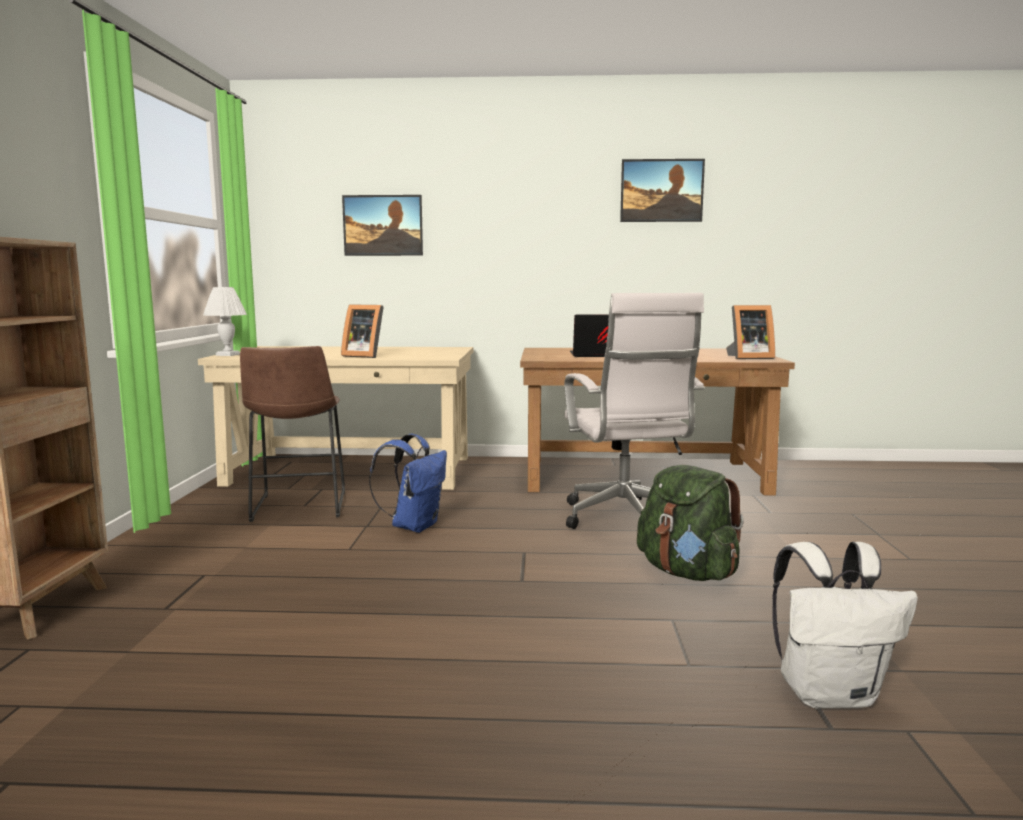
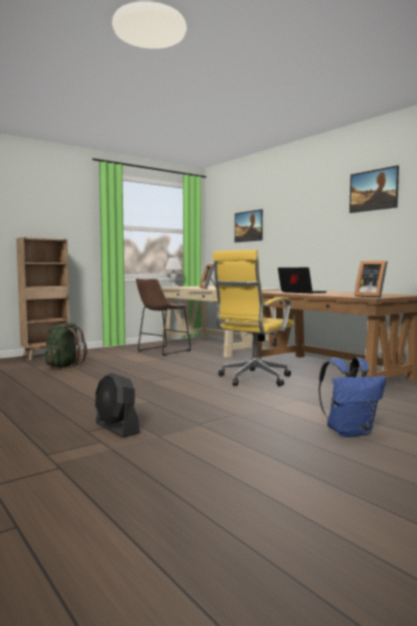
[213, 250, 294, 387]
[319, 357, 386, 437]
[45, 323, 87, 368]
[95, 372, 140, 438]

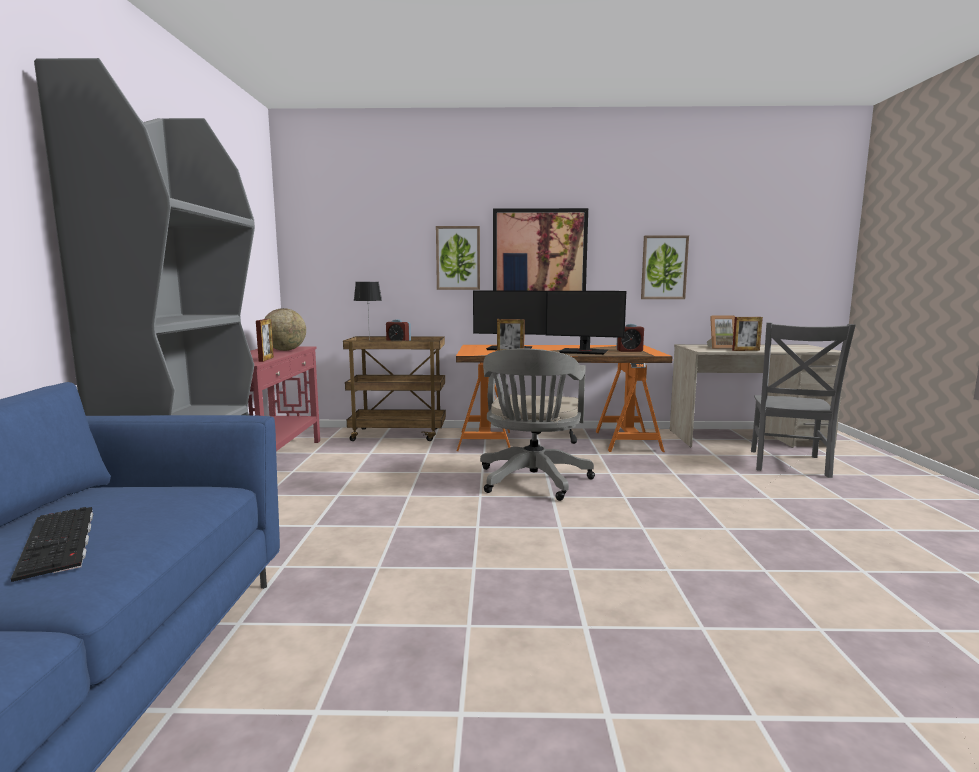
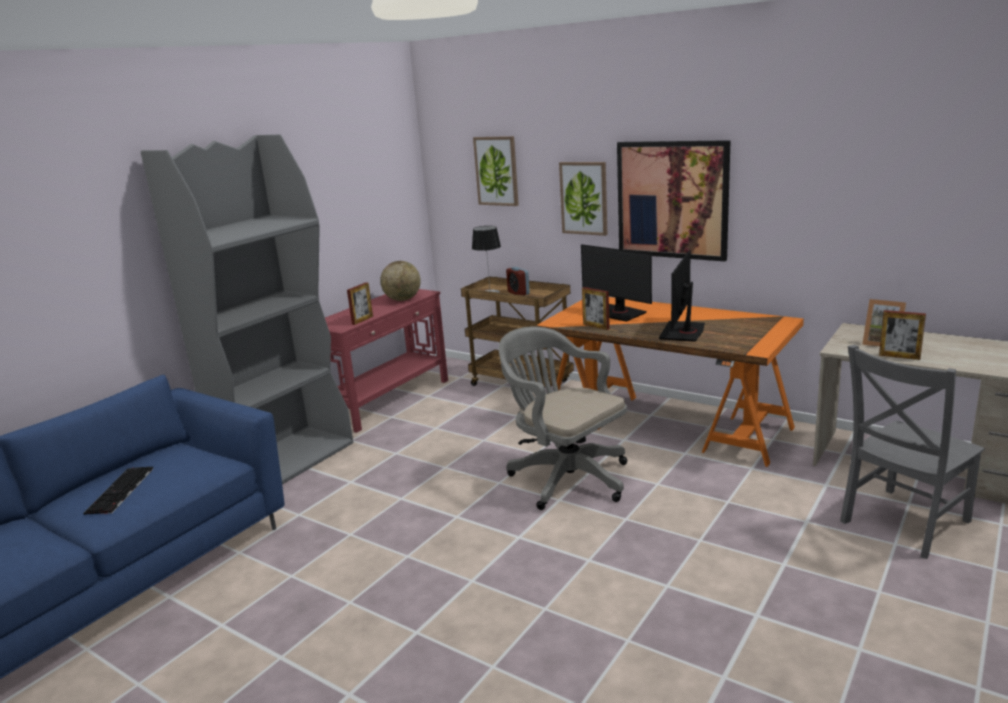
[473, 136, 519, 206]
[659, 250, 705, 342]
[616, 324, 644, 352] (first image)
[499, 326, 627, 510]

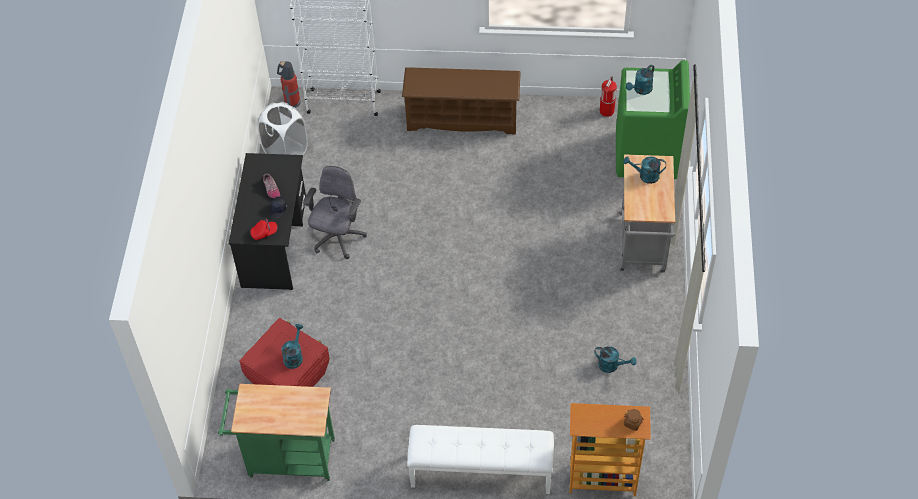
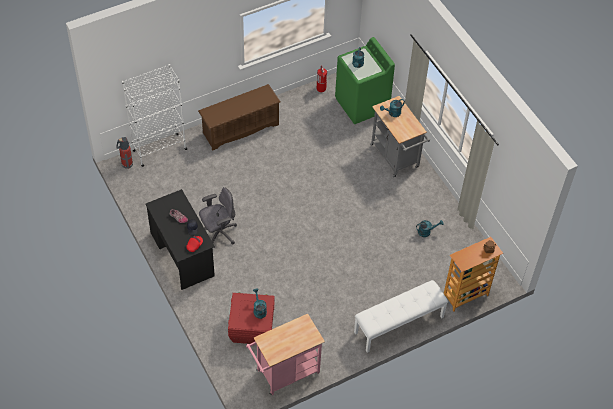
[257, 102, 308, 155] (first image)
[199, 187, 237, 244]
[246, 314, 325, 395]

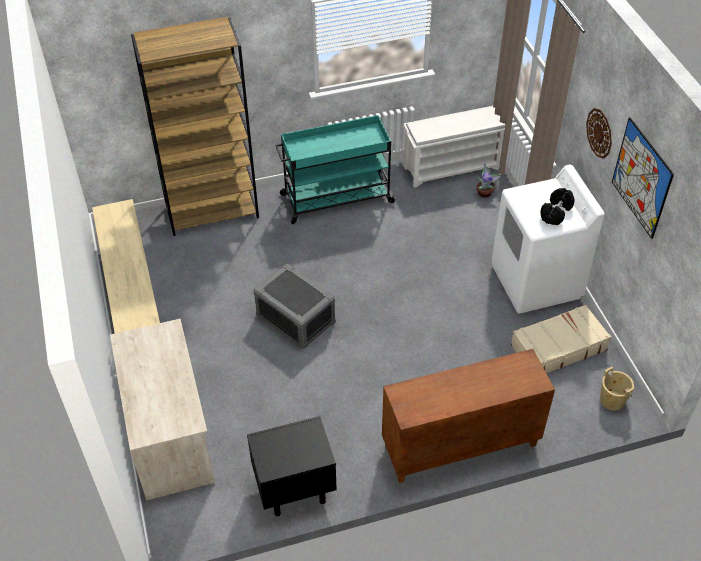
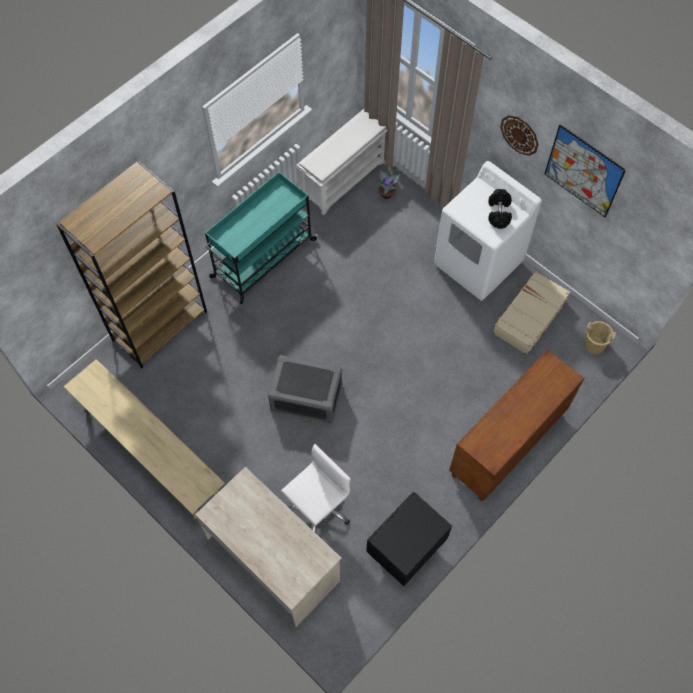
[281, 444, 351, 532]

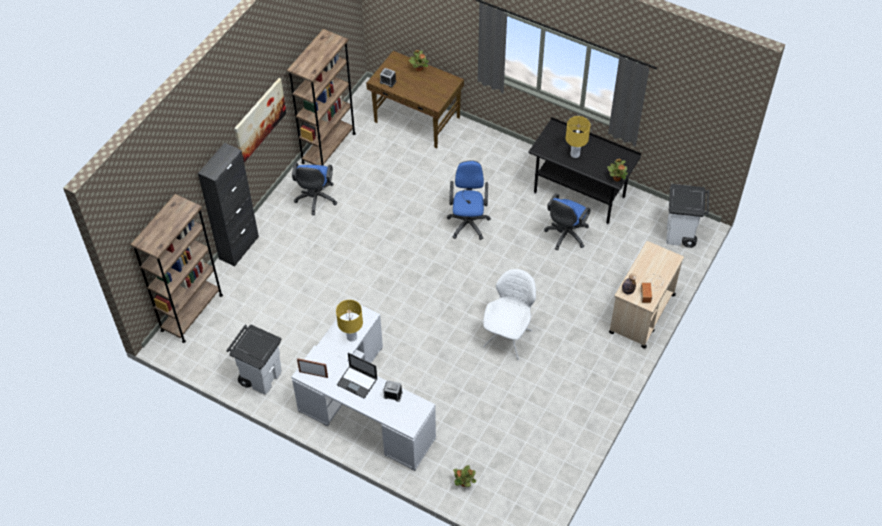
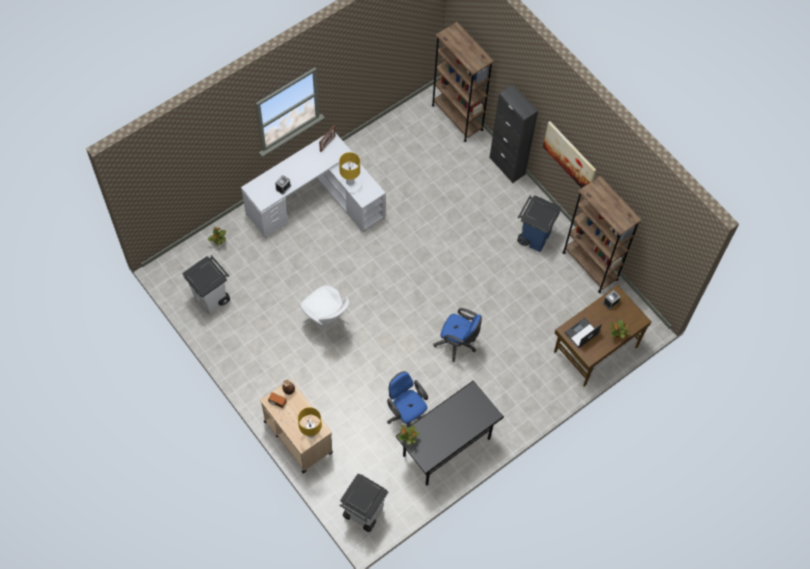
[298, 407, 322, 438]
[517, 195, 561, 252]
[182, 255, 230, 314]
[565, 318, 602, 348]

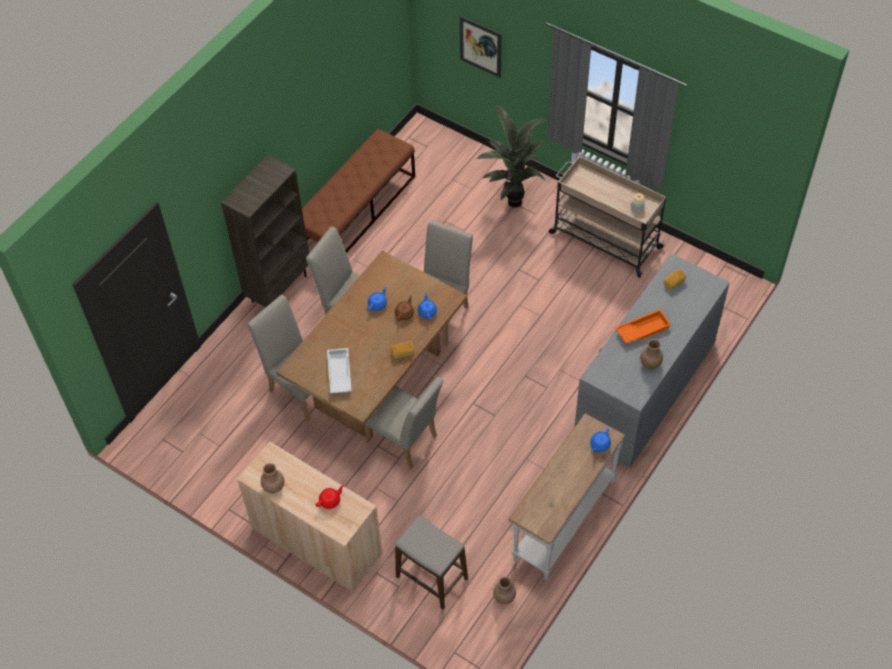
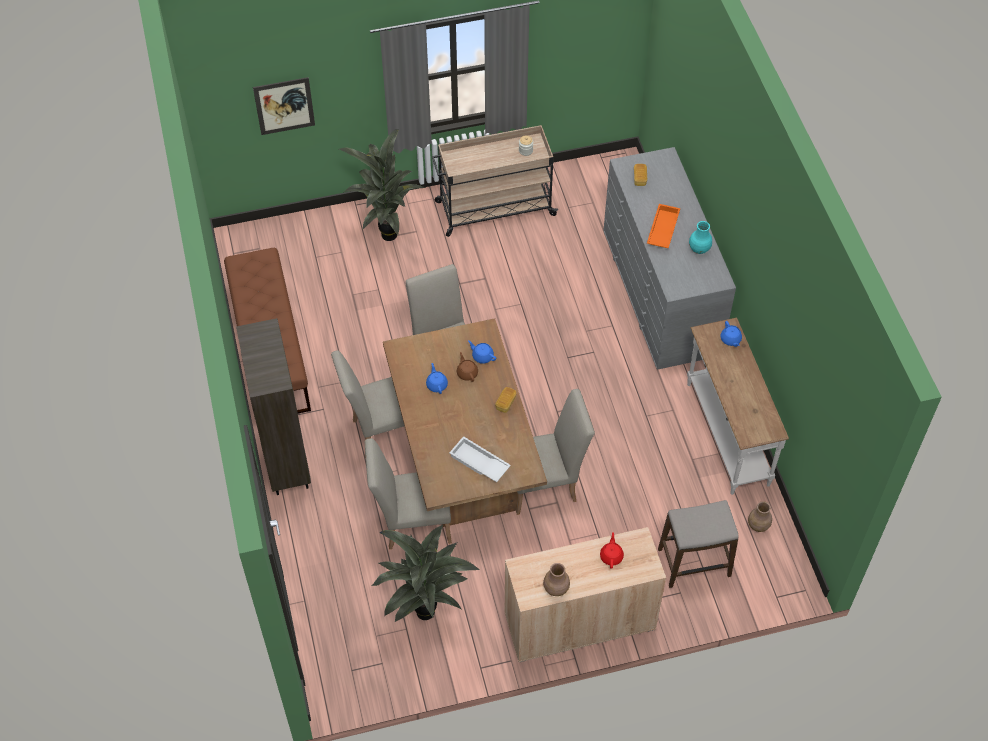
[689, 221, 712, 254]
[372, 525, 480, 622]

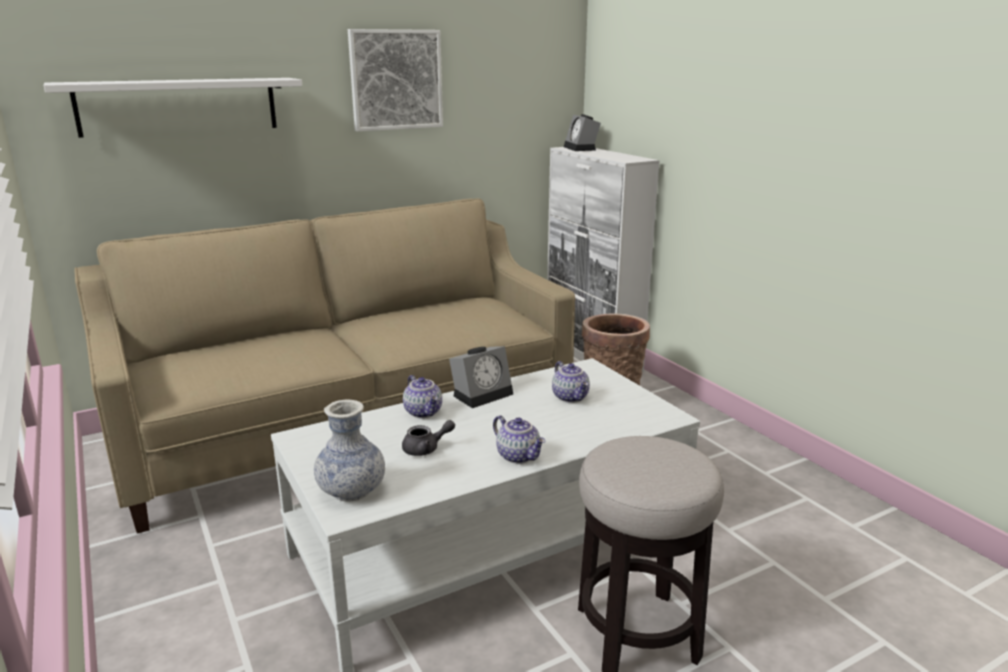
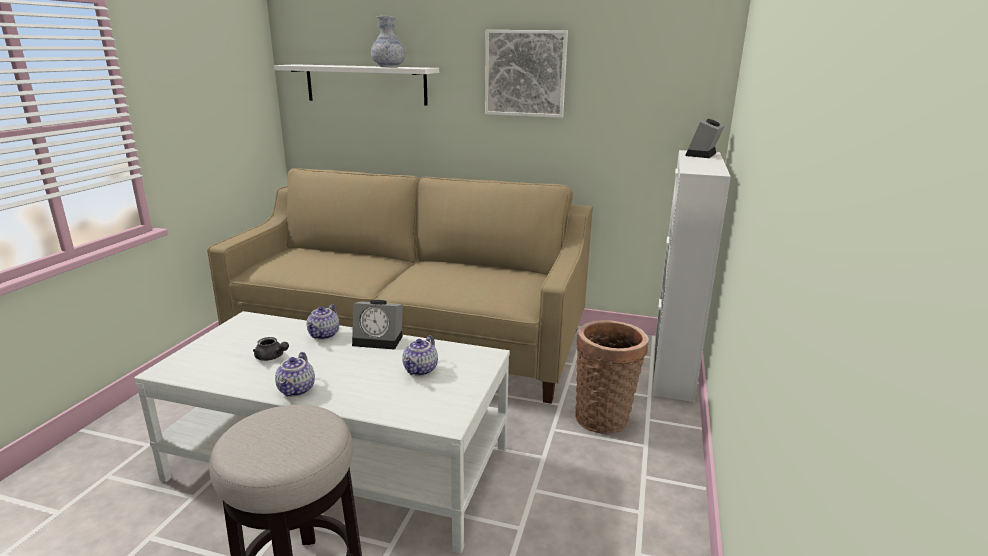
[371, 16, 406, 67]

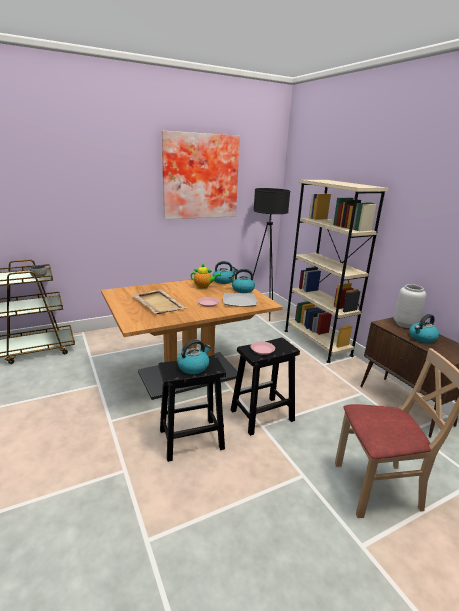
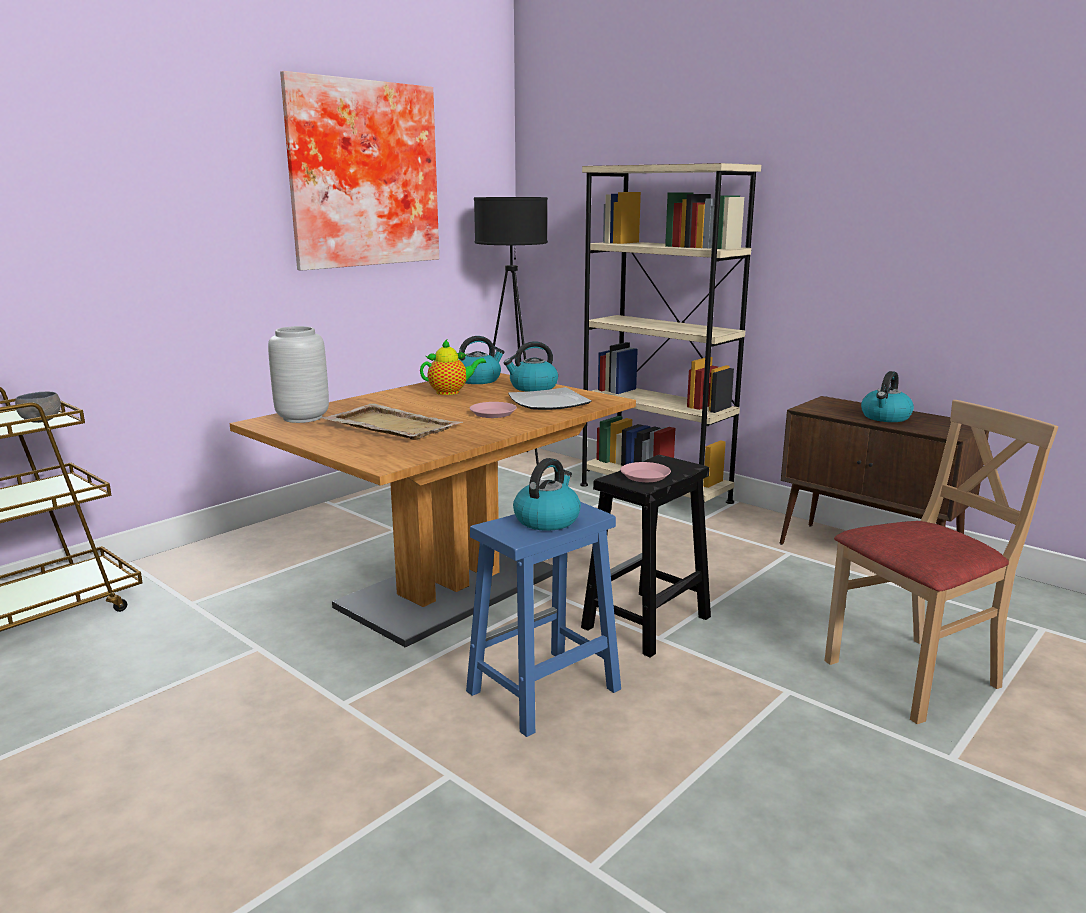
[268, 326, 329, 423]
[466, 502, 621, 737]

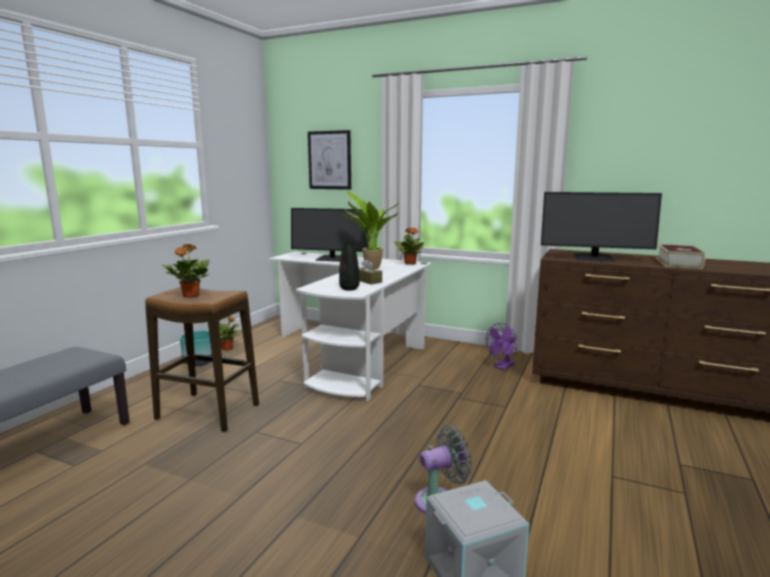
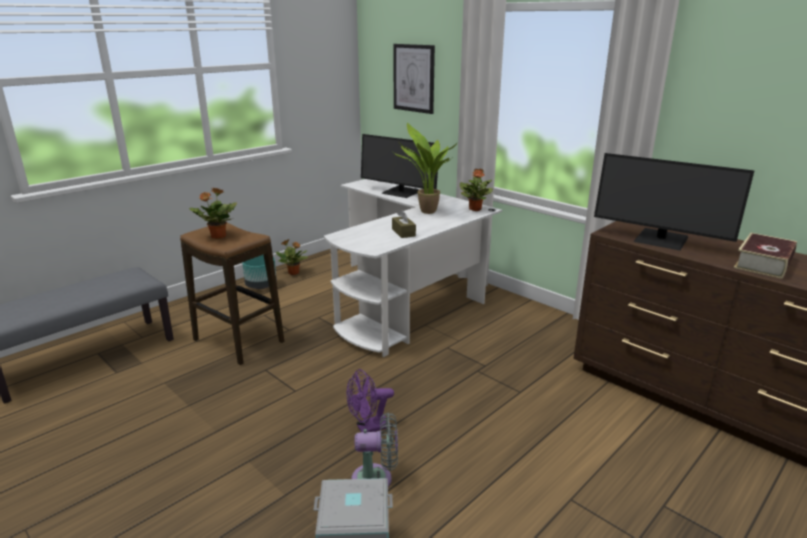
[339, 242, 359, 291] (first image)
[346, 369, 394, 432]

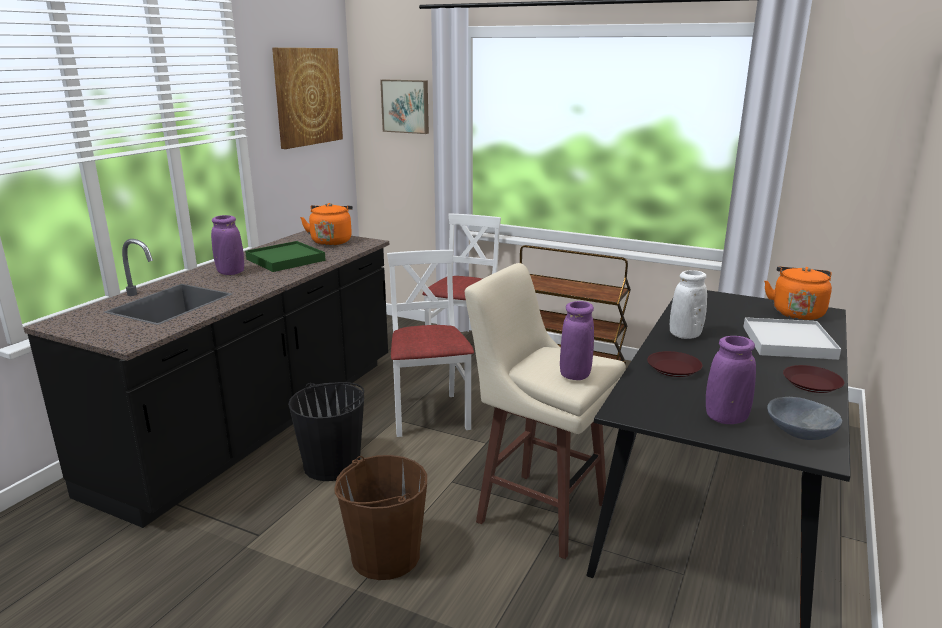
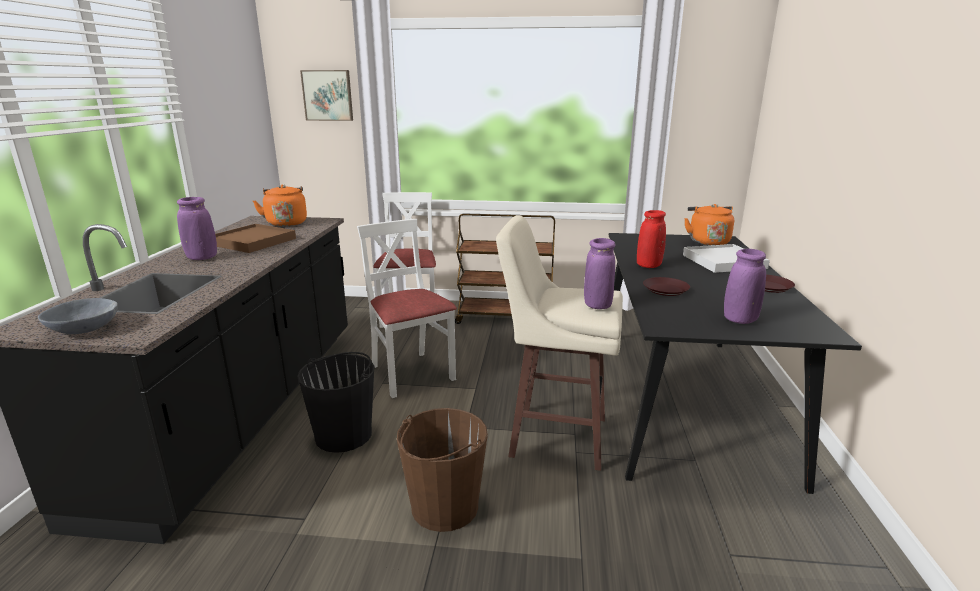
[272, 48, 343, 149] (first image)
[215, 224, 296, 253]
[637, 210, 666, 268]
[38, 298, 118, 334]

